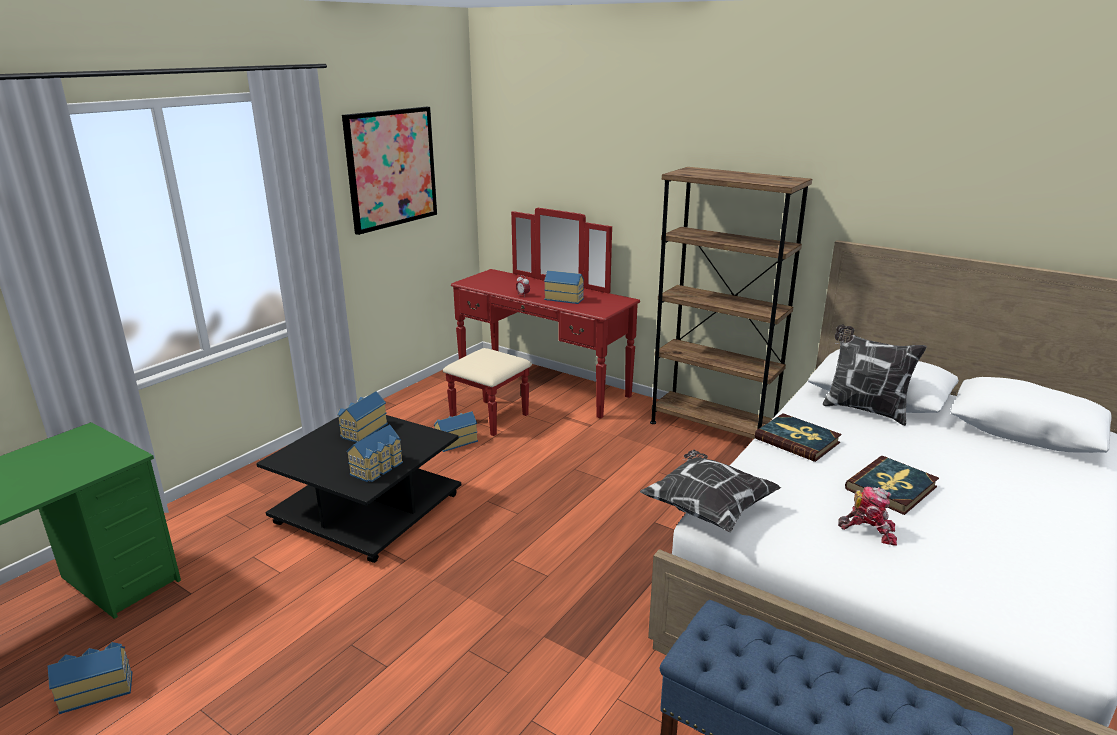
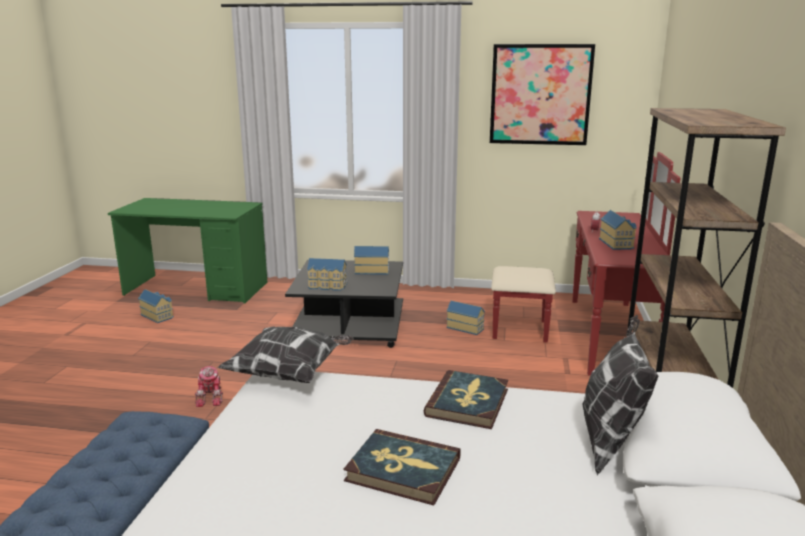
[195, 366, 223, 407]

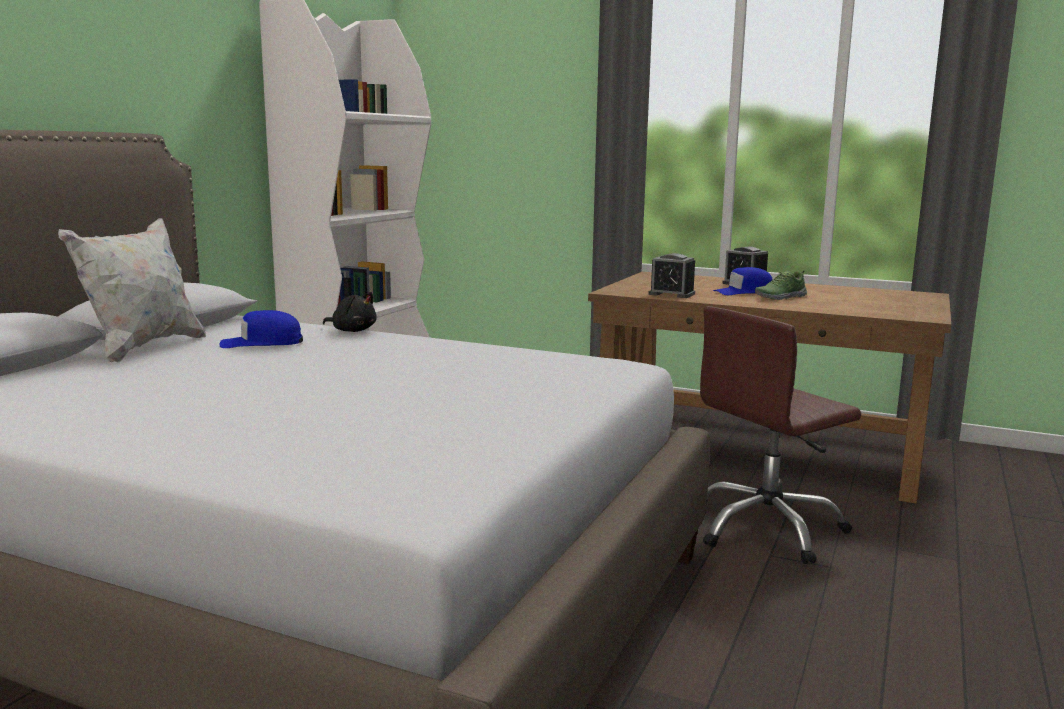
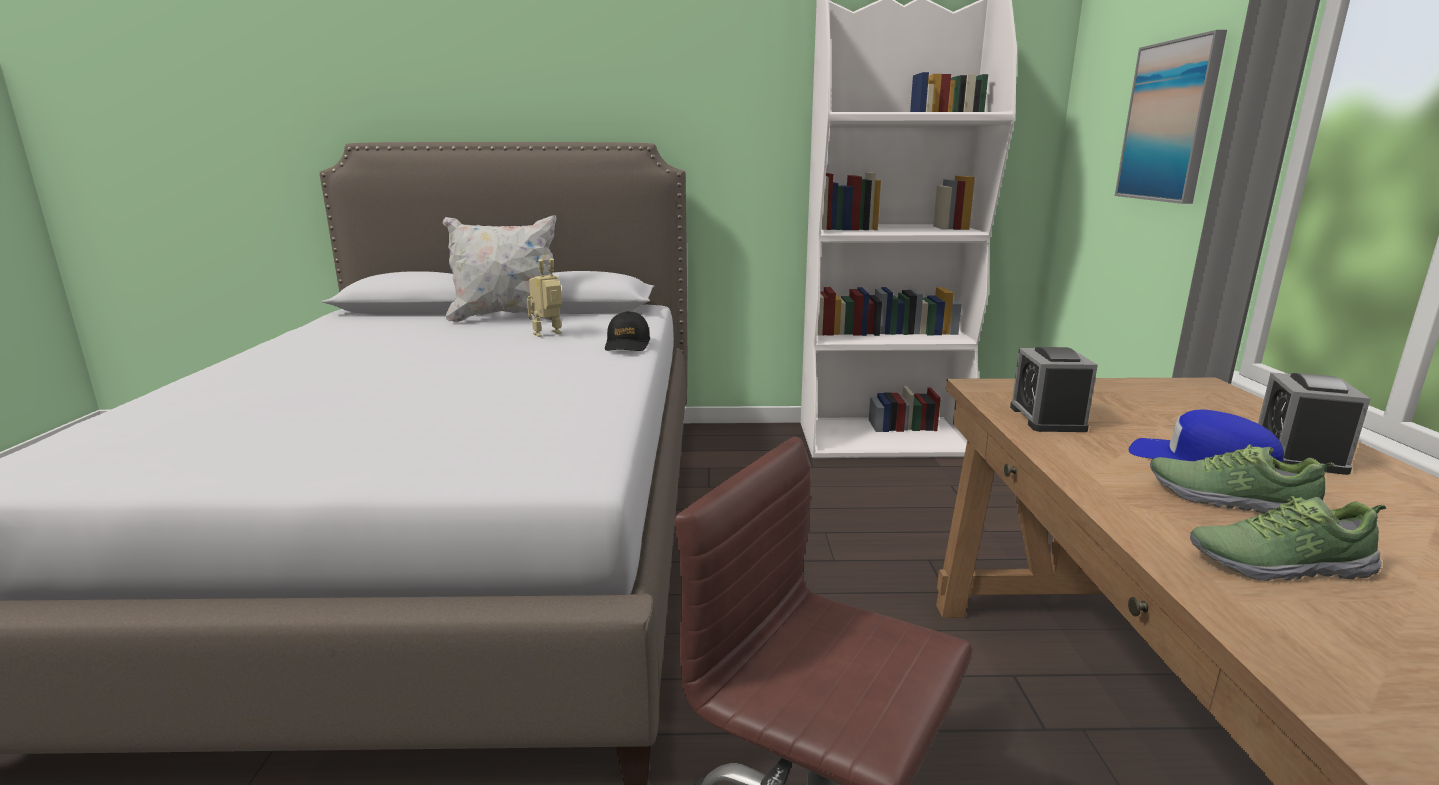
[605, 311, 650, 351]
[527, 258, 562, 337]
[1115, 30, 1227, 204]
[1190, 496, 1386, 581]

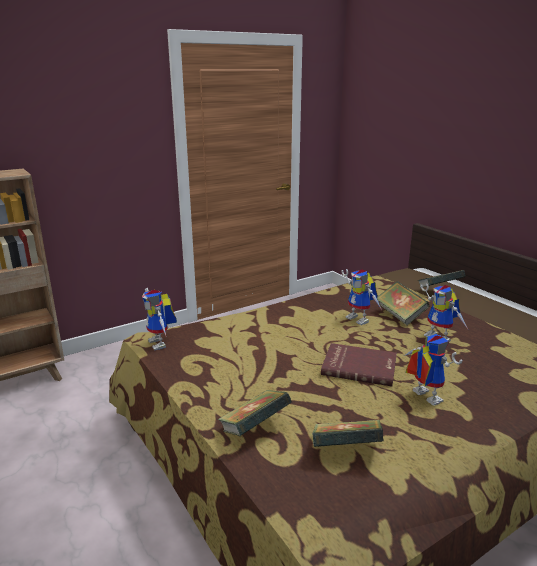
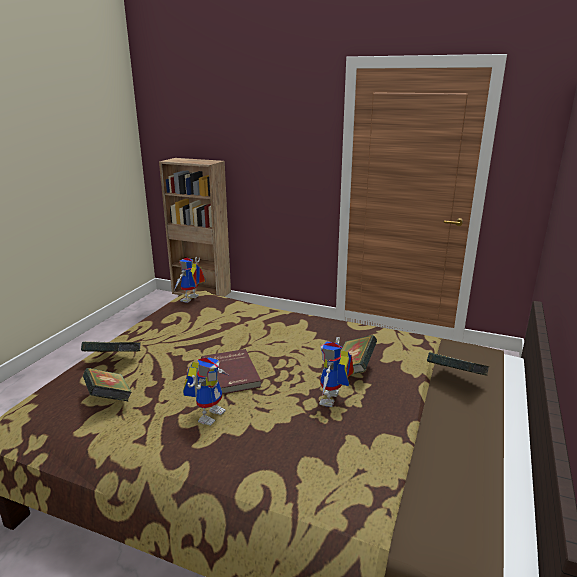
[342, 269, 382, 325] (first image)

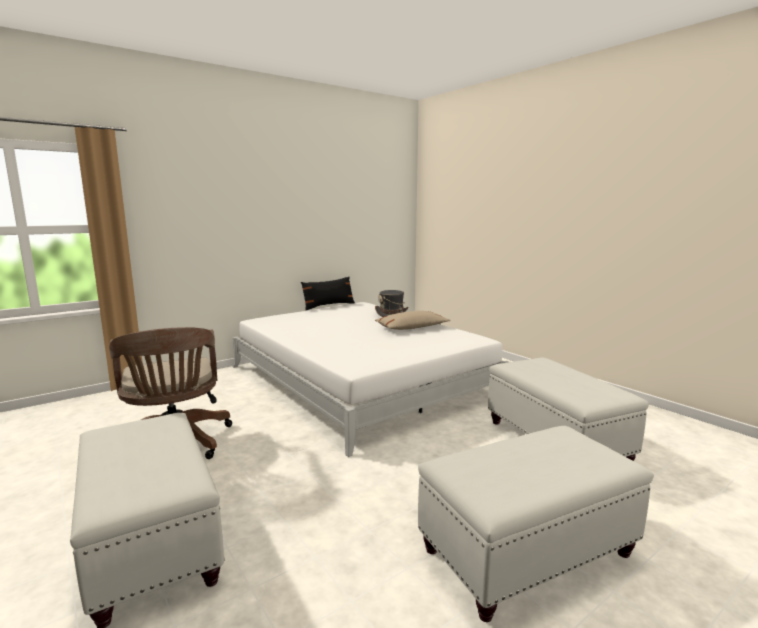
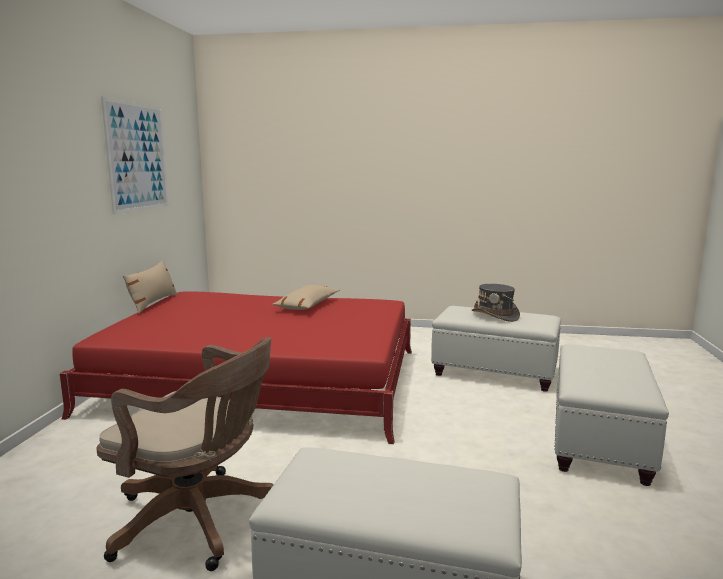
[123, 261, 178, 314]
[472, 284, 520, 322]
[60, 291, 412, 444]
[101, 97, 169, 214]

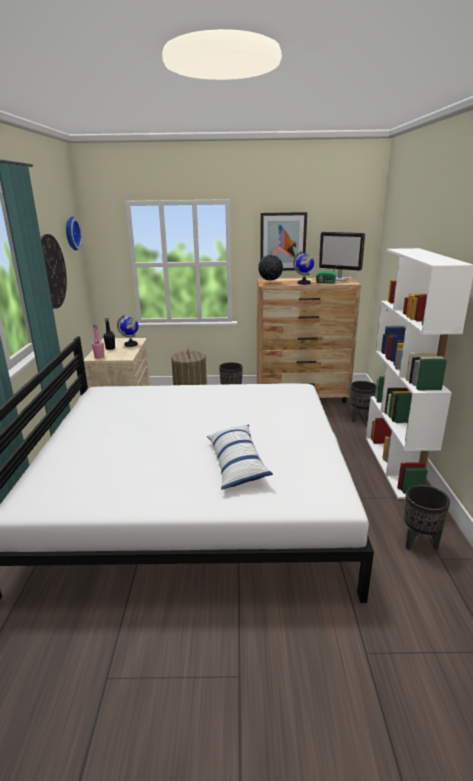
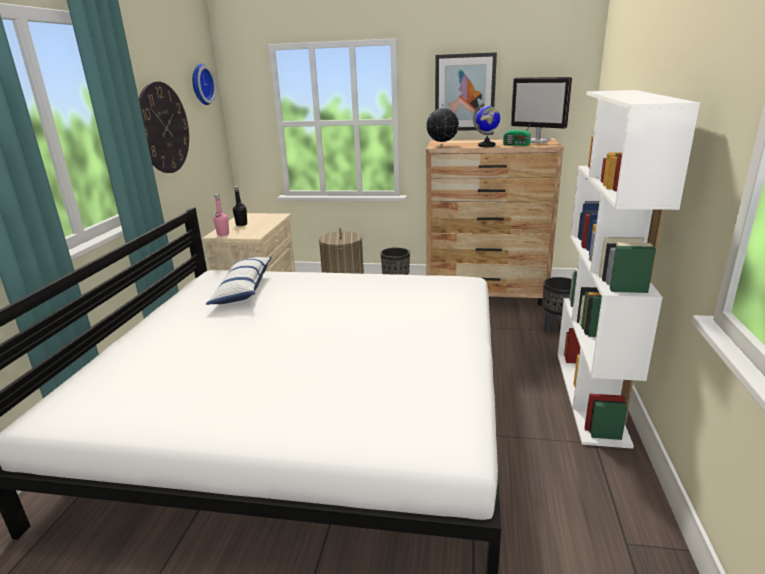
[117, 315, 139, 347] (first image)
[206, 257, 272, 305]
[403, 485, 450, 550] (first image)

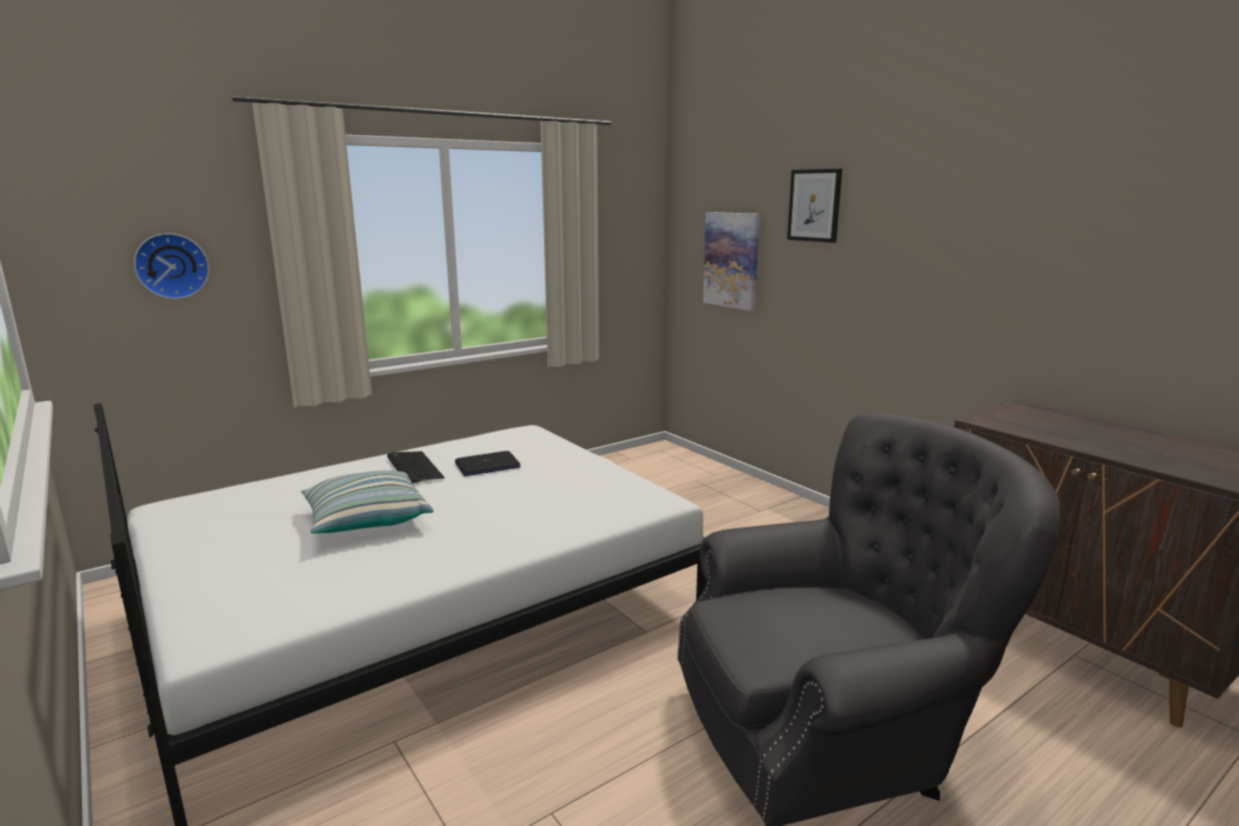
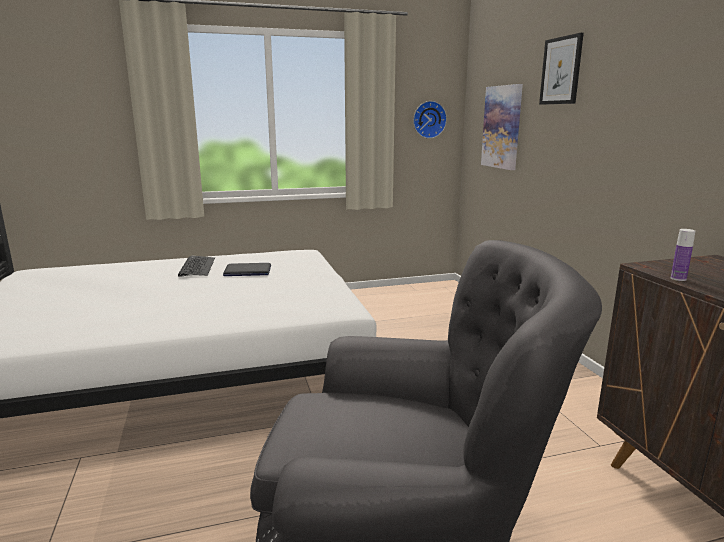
[413, 101, 447, 139]
[301, 471, 433, 534] (first image)
[671, 229, 695, 281]

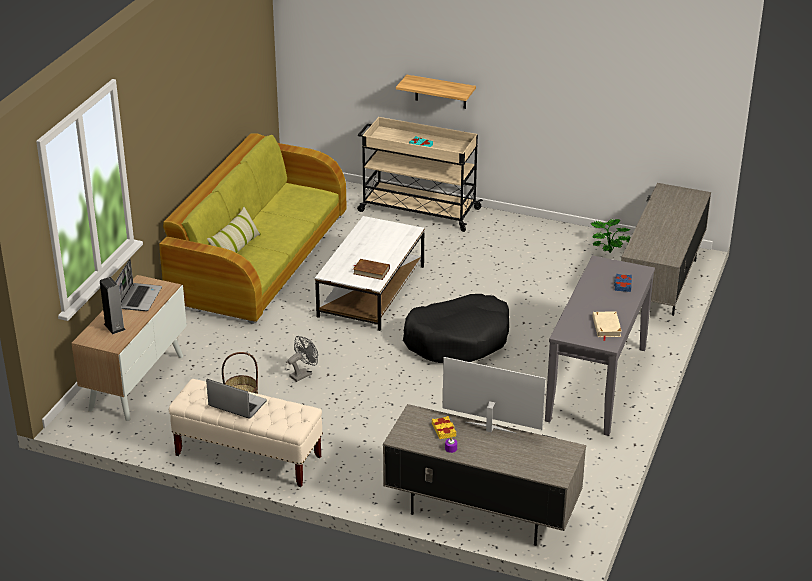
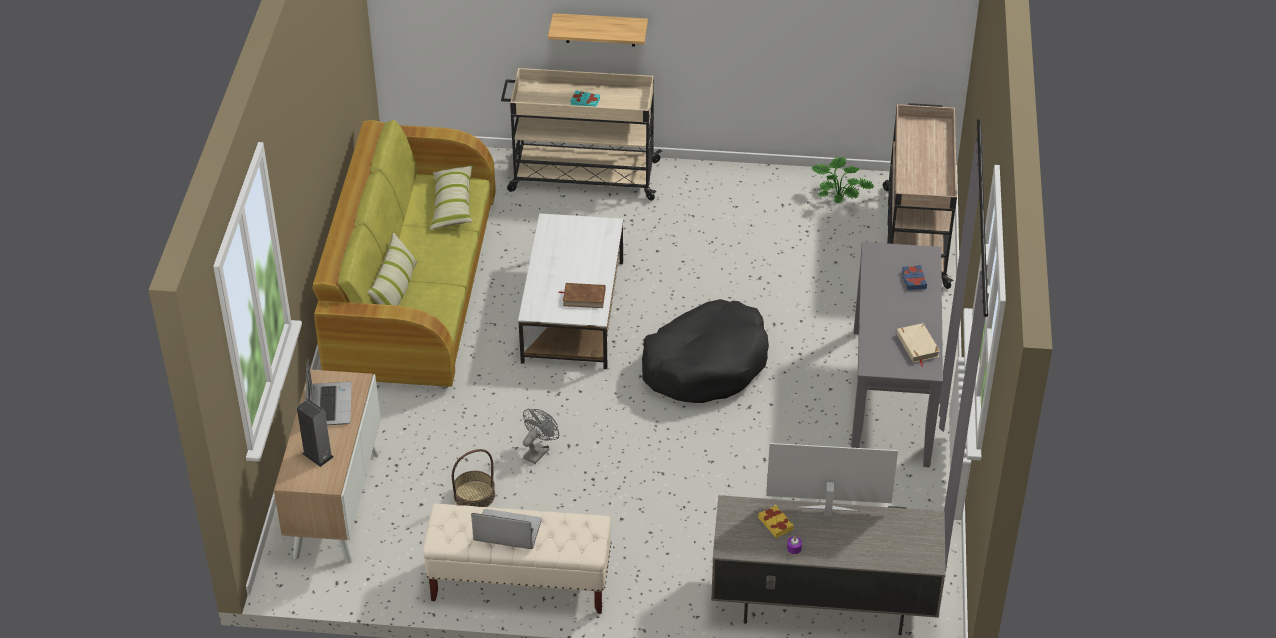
[883, 103, 957, 289]
[430, 165, 473, 230]

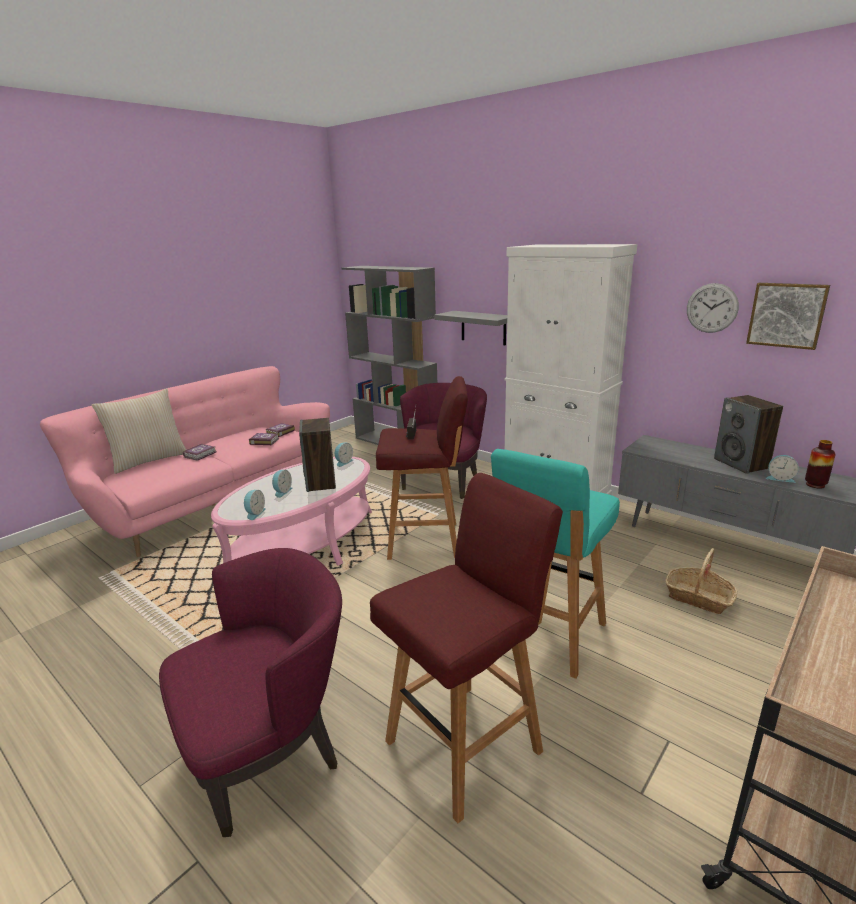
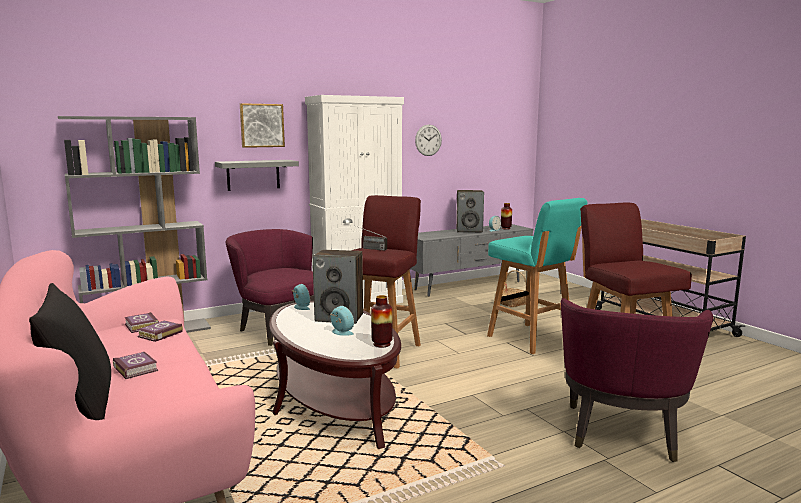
[240, 103, 285, 148]
[29, 283, 111, 420]
[269, 301, 401, 449]
[371, 295, 393, 347]
[561, 298, 713, 462]

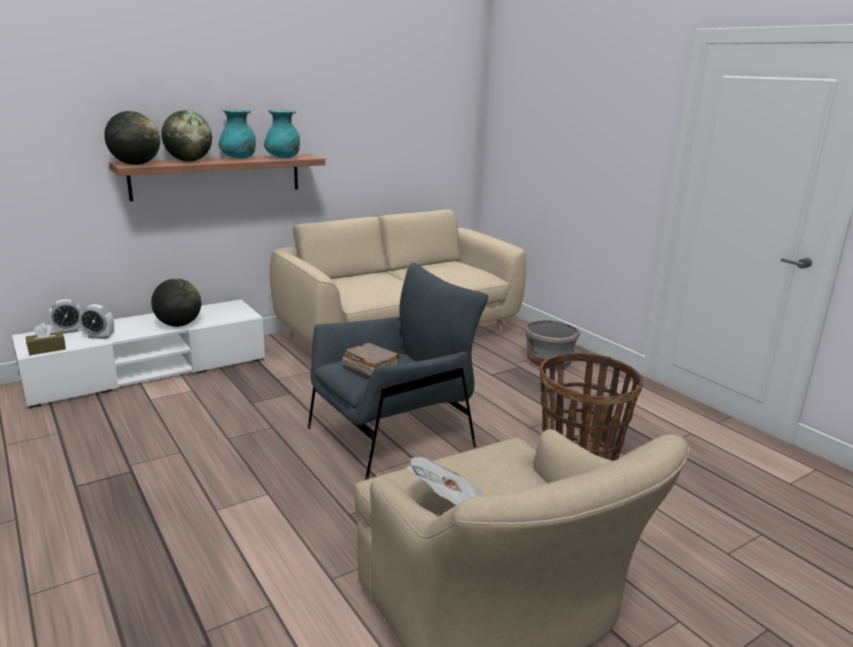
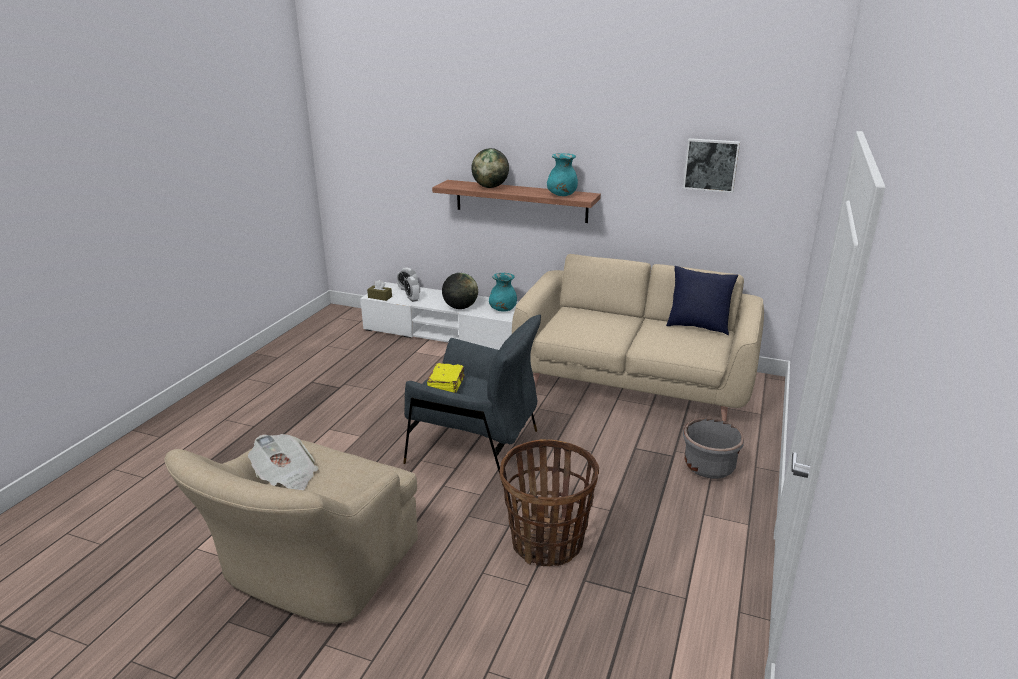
[489, 273, 517, 312]
[104, 111, 160, 165] (first image)
[427, 363, 465, 393]
[683, 138, 740, 193]
[666, 266, 738, 335]

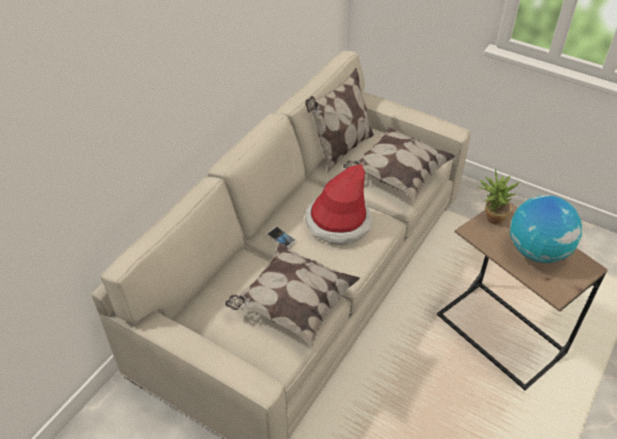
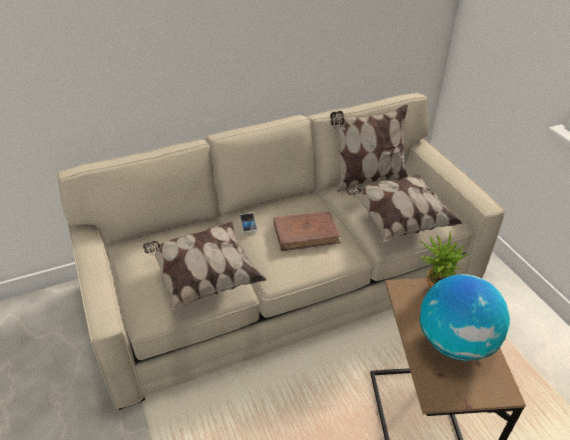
[274, 211, 341, 251]

